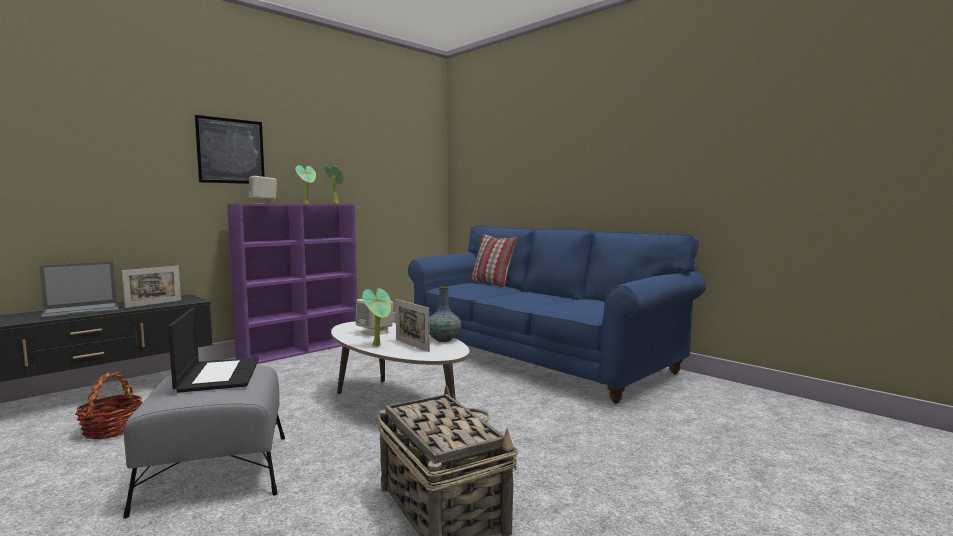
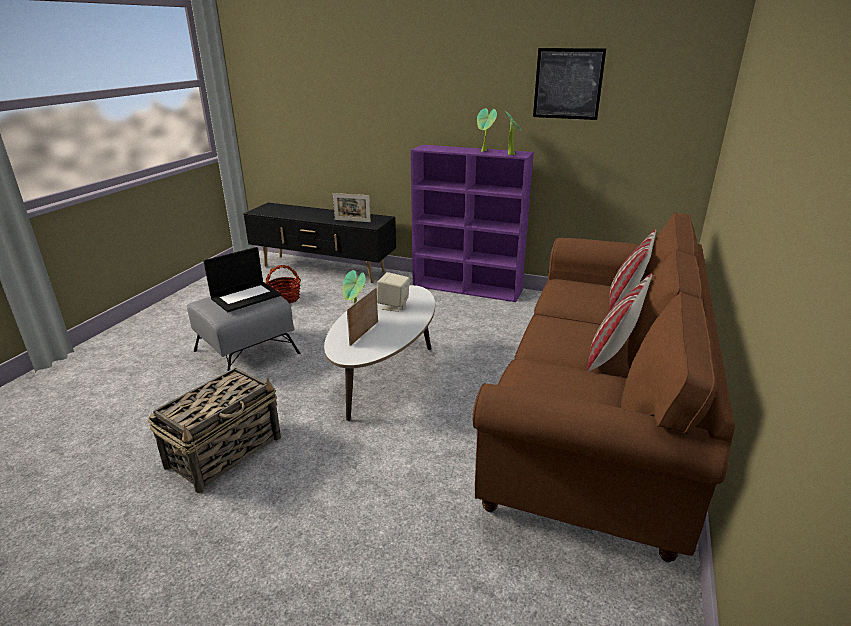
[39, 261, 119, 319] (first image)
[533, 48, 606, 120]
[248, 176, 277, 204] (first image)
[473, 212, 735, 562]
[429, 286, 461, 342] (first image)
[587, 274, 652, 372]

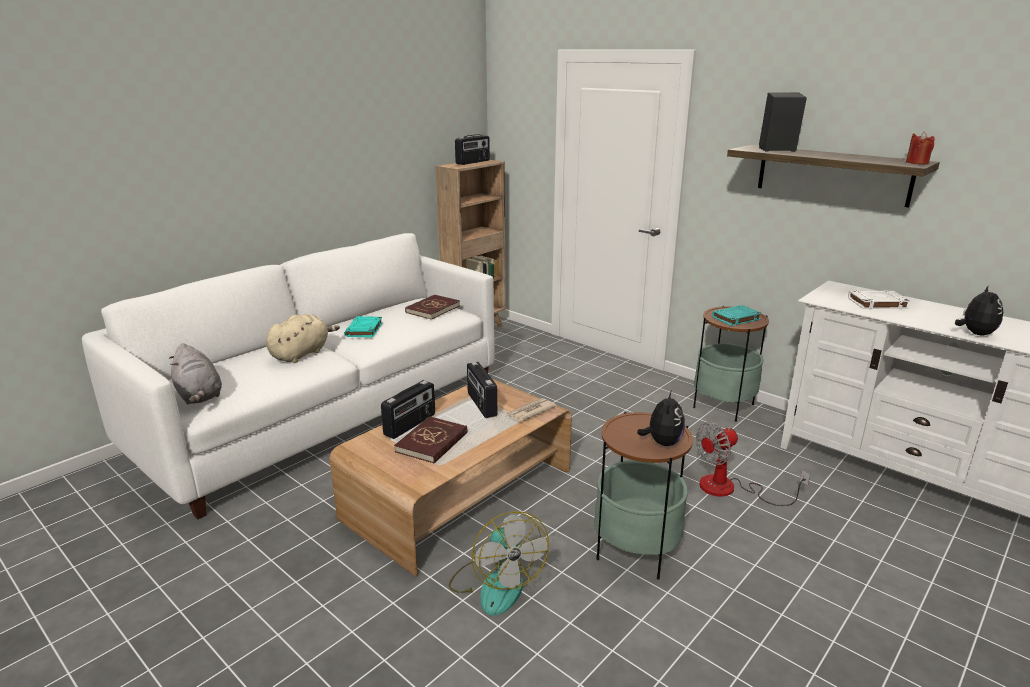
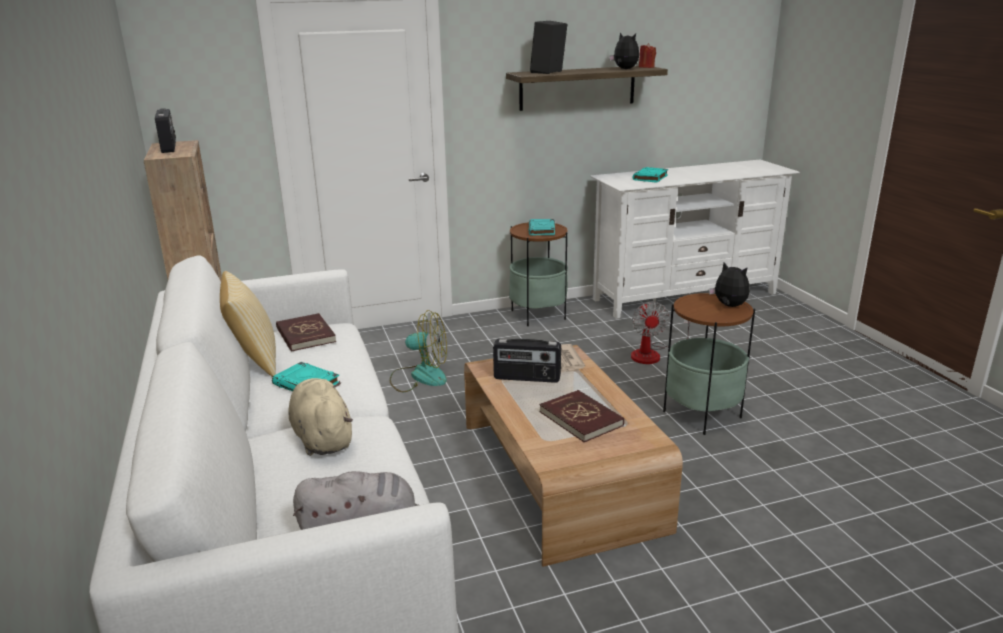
[381, 380, 435, 439] (first image)
[390, 310, 447, 392]
[633, 167, 668, 183]
[609, 33, 639, 69]
[220, 271, 276, 377]

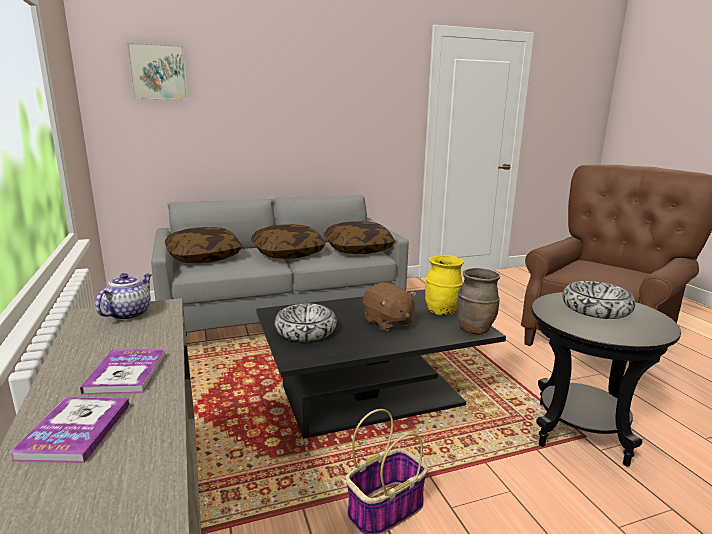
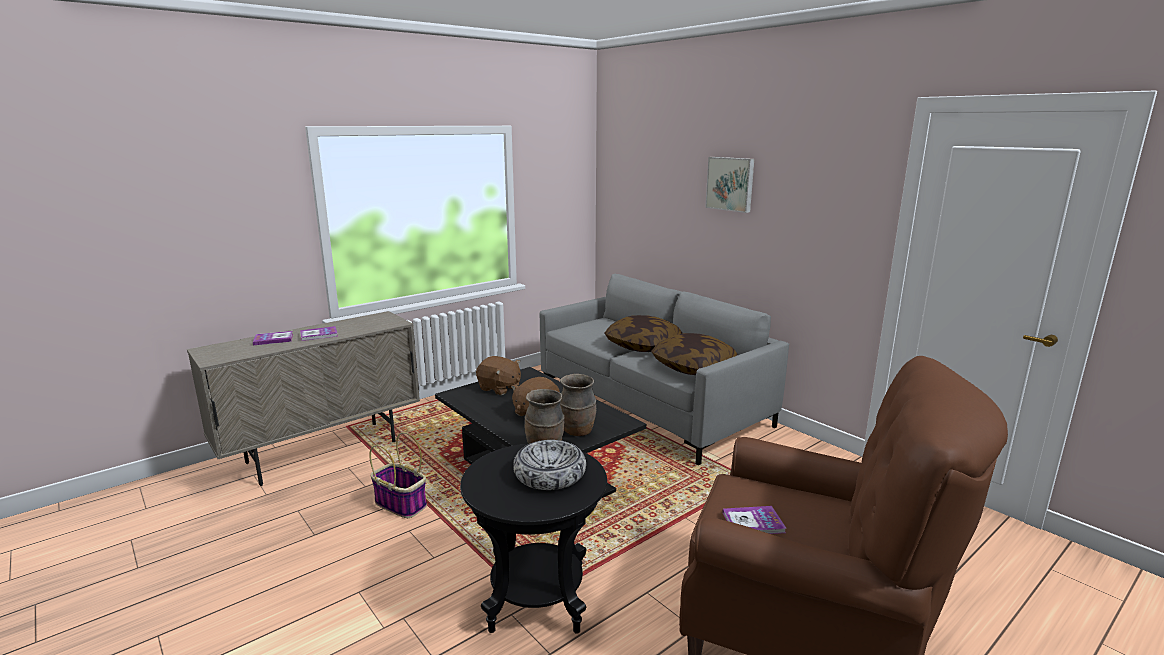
[95, 273, 152, 320] (first image)
[705, 157, 754, 213]
[165, 227, 242, 263] (first image)
[476, 356, 521, 395]
[560, 374, 596, 437]
[722, 506, 786, 534]

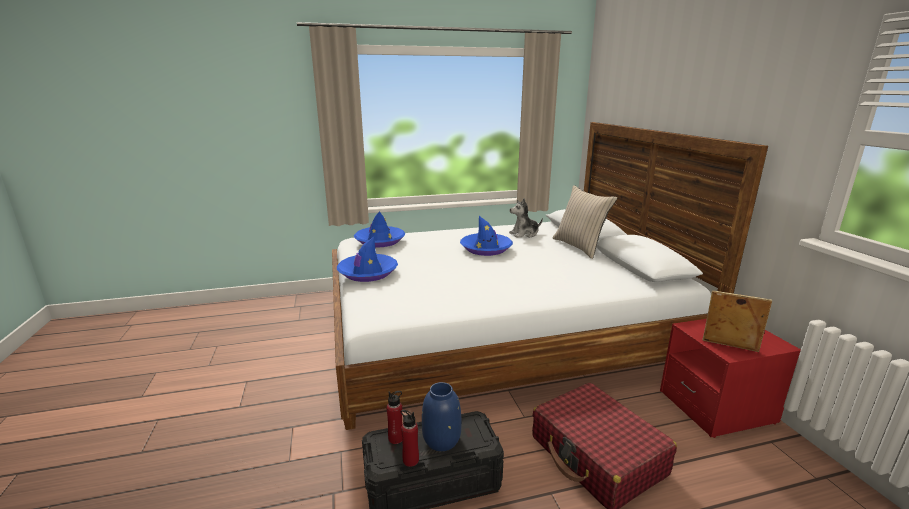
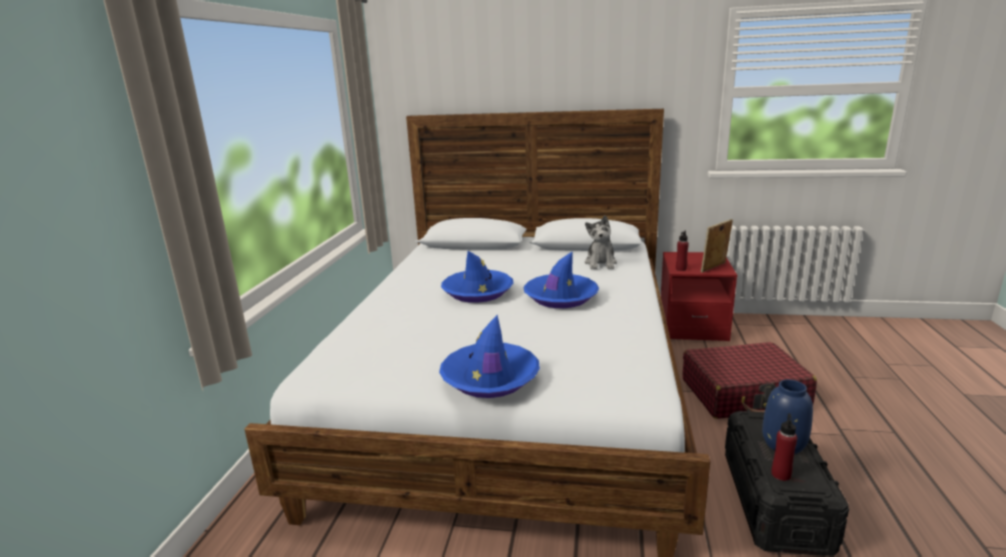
[523, 251, 599, 308]
[676, 231, 689, 271]
[585, 215, 617, 269]
[552, 185, 617, 259] (first image)

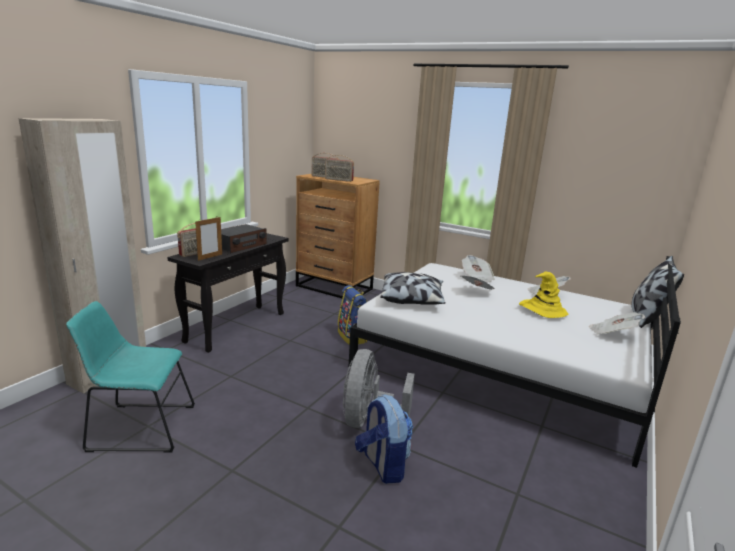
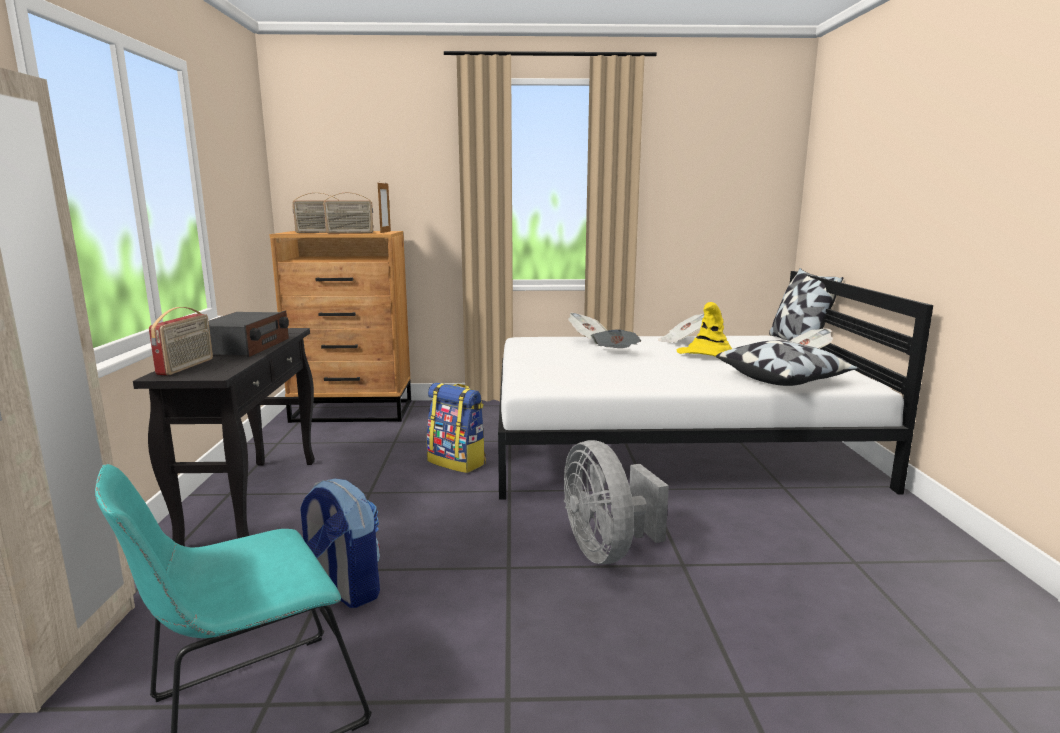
[378, 183, 391, 233]
[300, 479, 380, 608]
[716, 340, 859, 386]

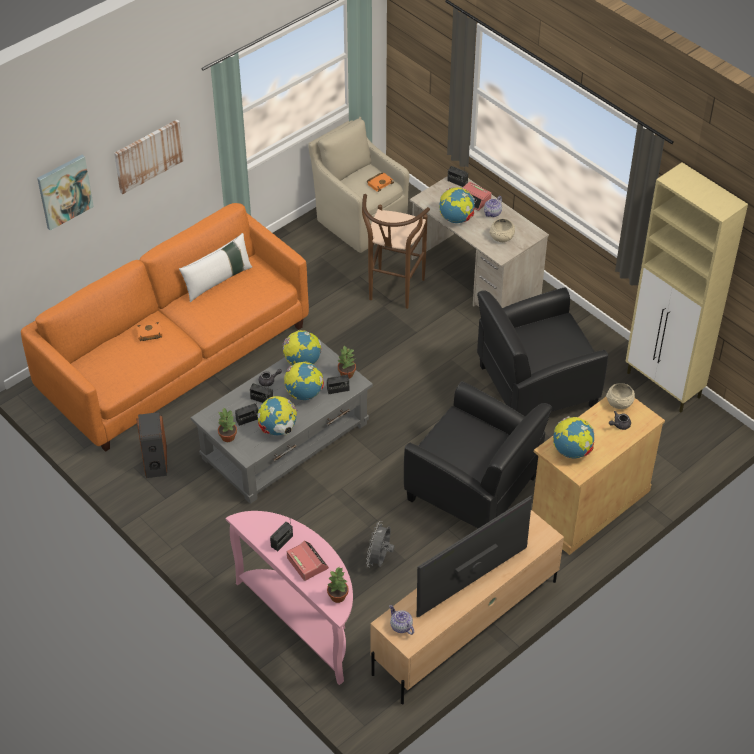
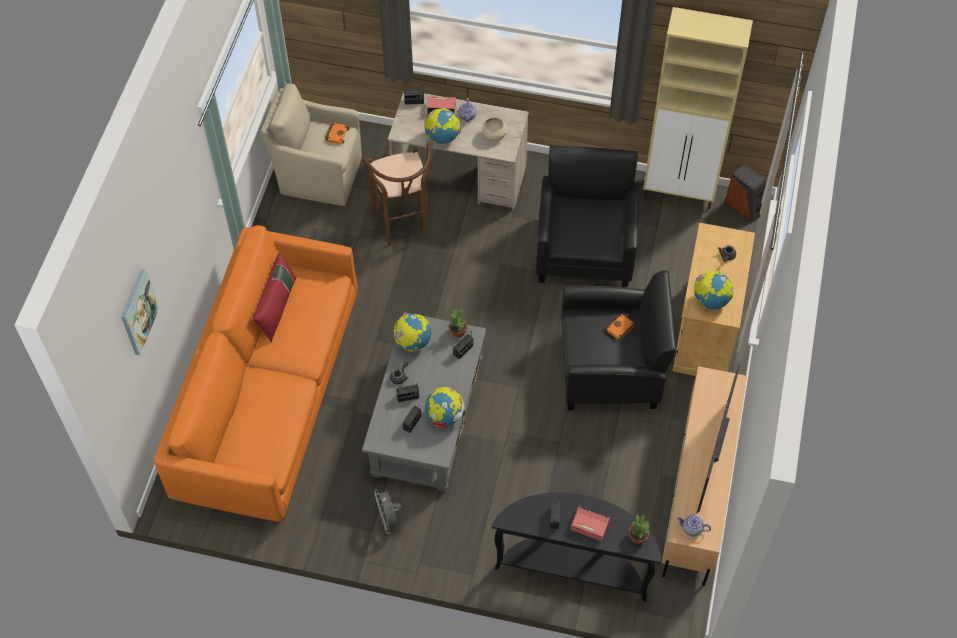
[114, 120, 184, 194] (first image)
[605, 314, 635, 340]
[725, 164, 766, 222]
[253, 253, 296, 342]
[218, 408, 237, 442] (first image)
[492, 492, 661, 602]
[284, 362, 324, 400] (first image)
[374, 489, 401, 534]
[536, 145, 639, 287]
[606, 383, 635, 409] (first image)

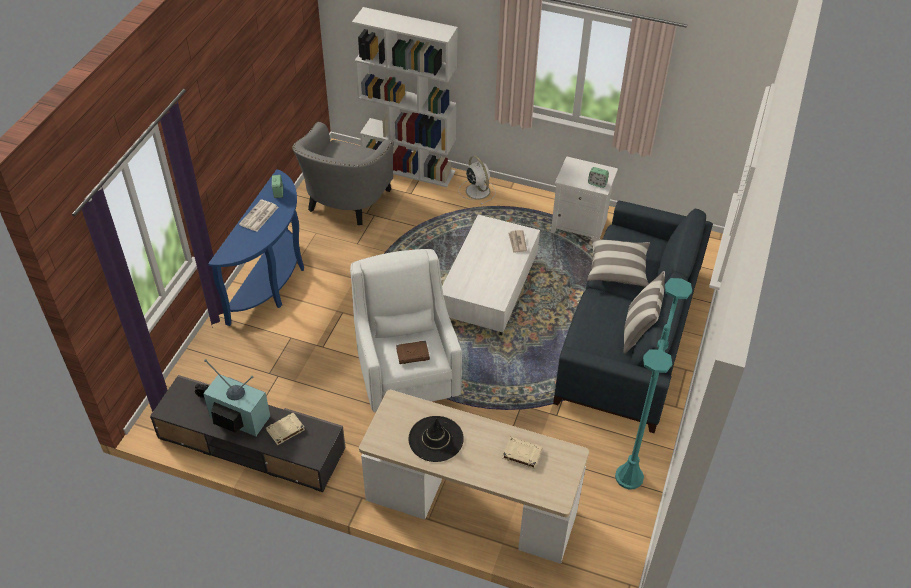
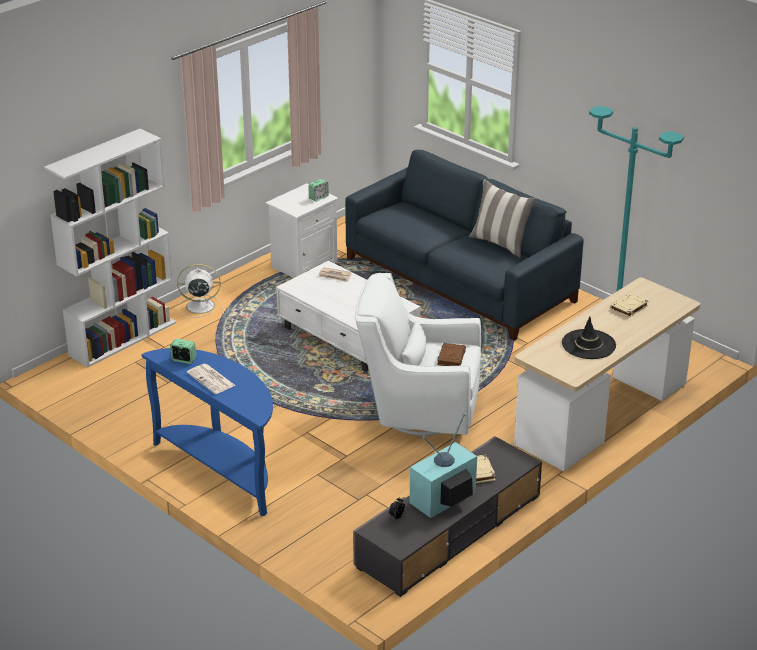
[292, 122, 394, 225] (first image)
[587, 236, 650, 287] (first image)

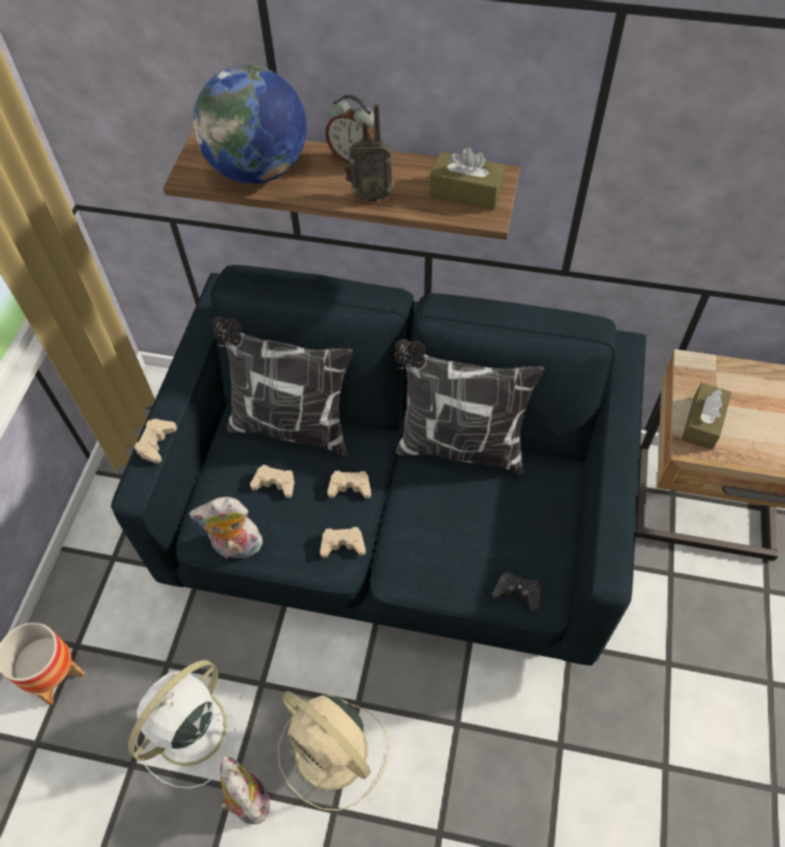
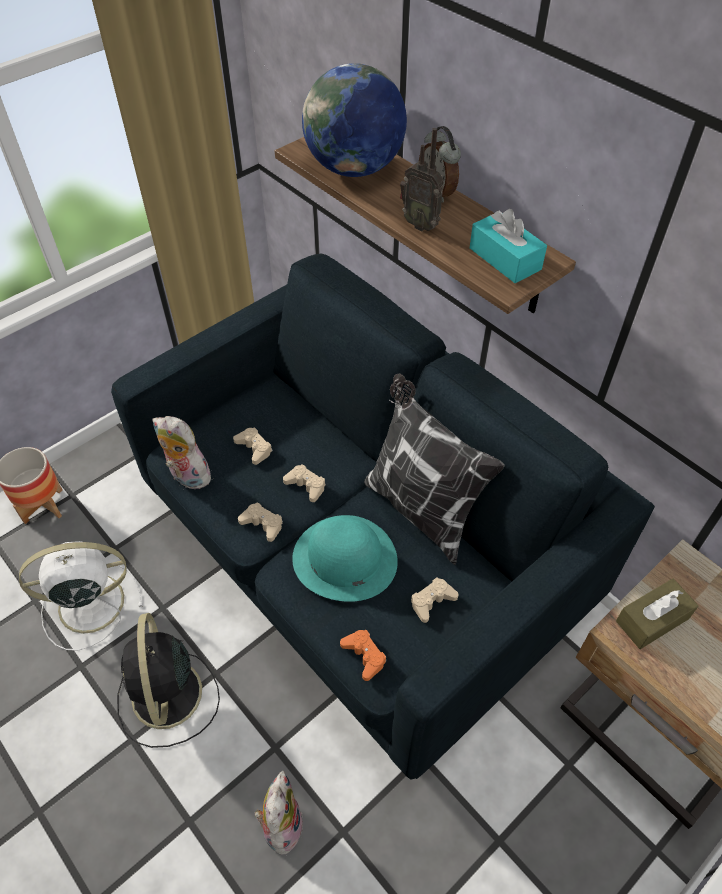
[411, 578, 459, 623]
[213, 317, 353, 457] (first image)
[255, 771, 303, 859]
[117, 613, 220, 748]
[470, 209, 547, 283]
[340, 630, 387, 681]
[292, 515, 398, 602]

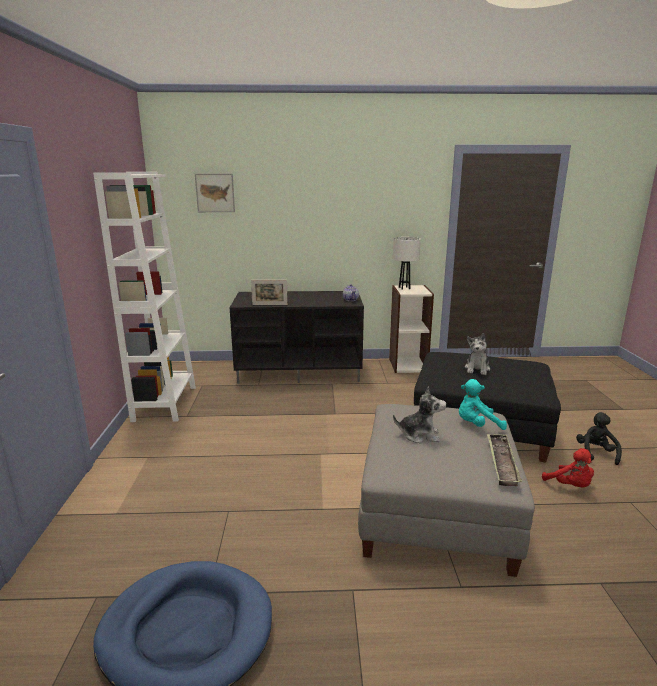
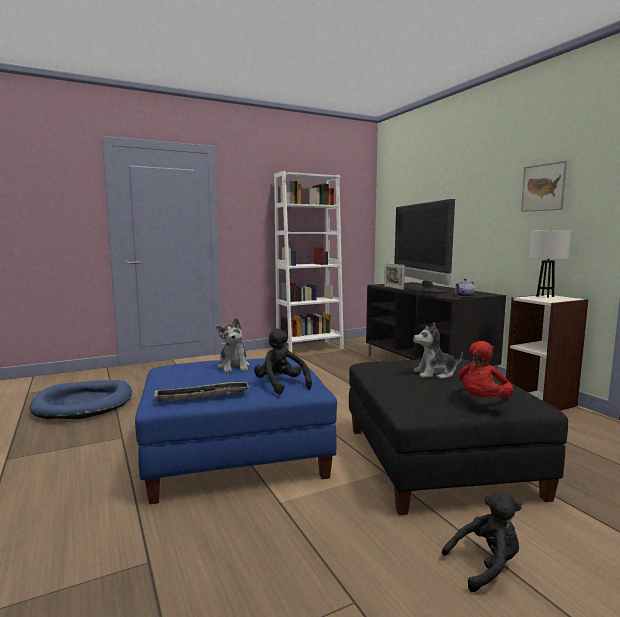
[521, 161, 567, 212]
[135, 357, 337, 504]
[254, 328, 312, 394]
[459, 341, 514, 398]
[394, 199, 455, 293]

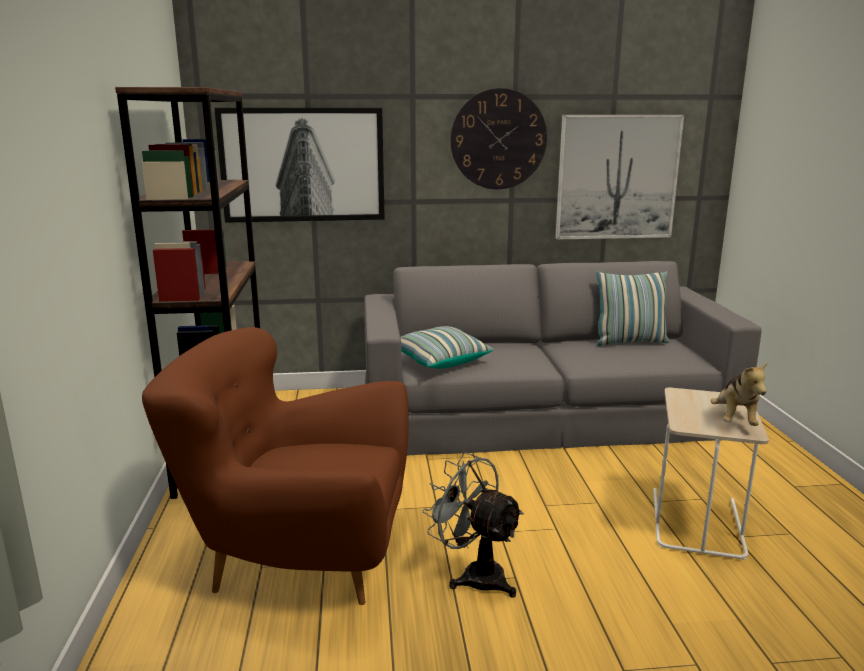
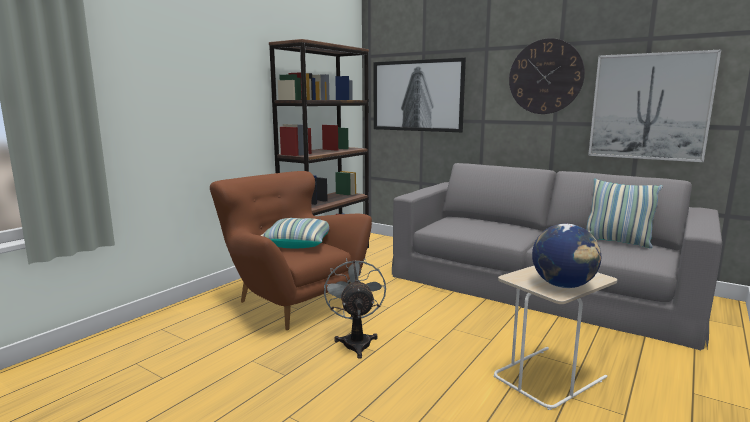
[260, 218, 329, 248]
[532, 224, 601, 288]

